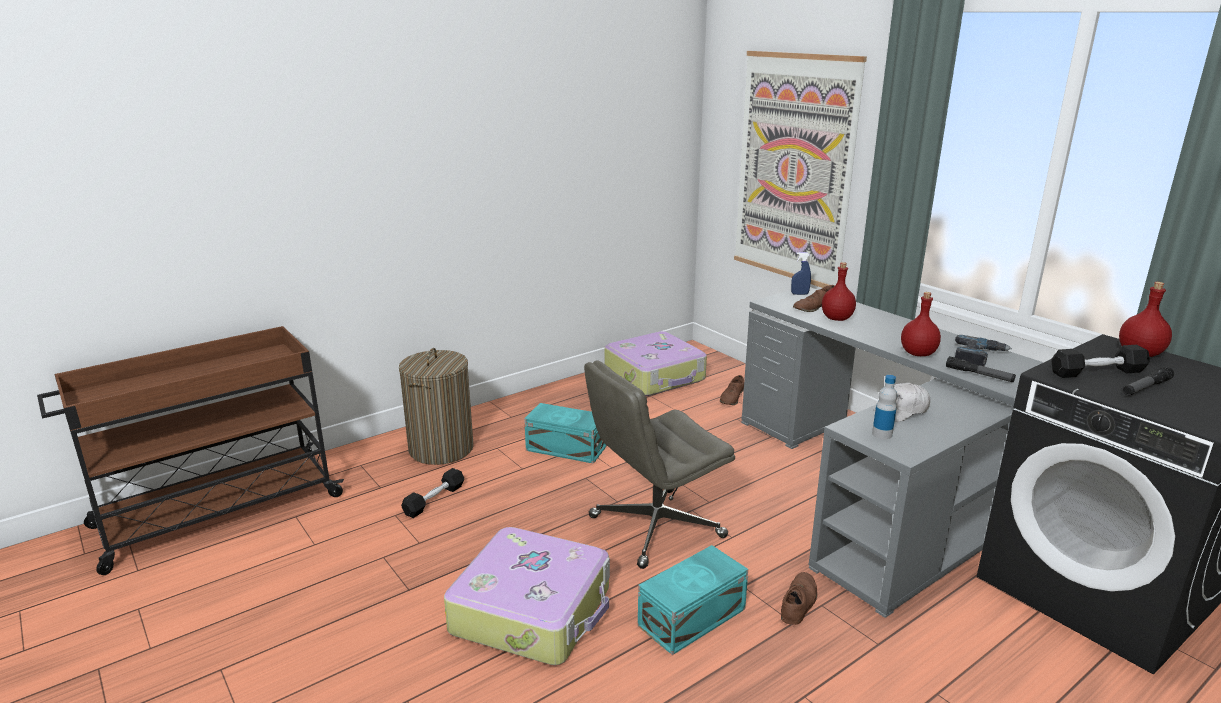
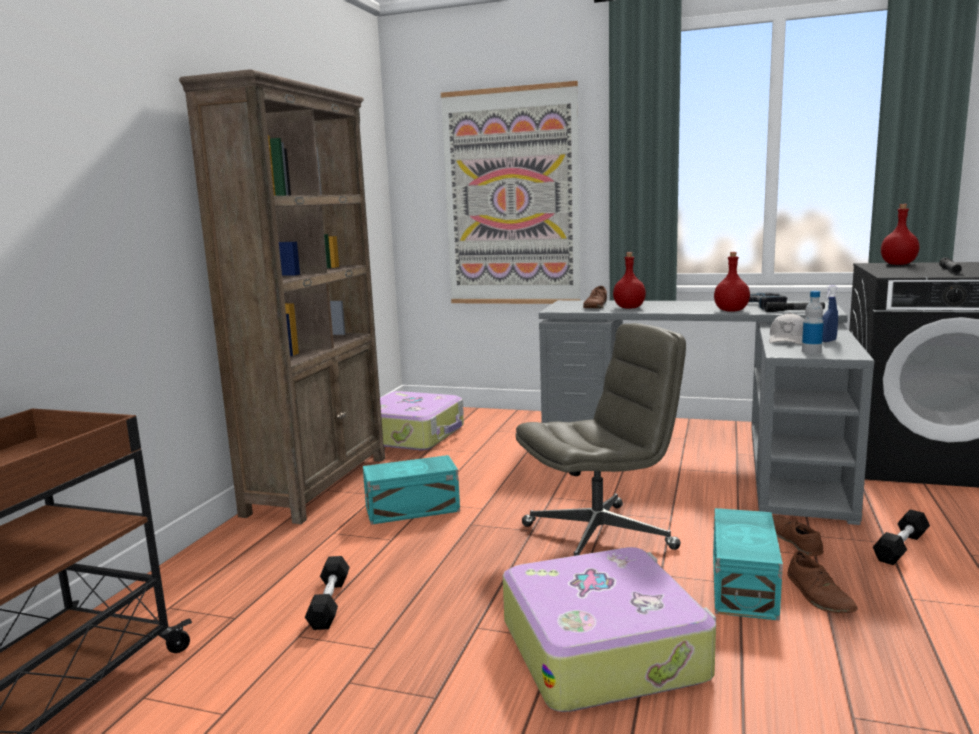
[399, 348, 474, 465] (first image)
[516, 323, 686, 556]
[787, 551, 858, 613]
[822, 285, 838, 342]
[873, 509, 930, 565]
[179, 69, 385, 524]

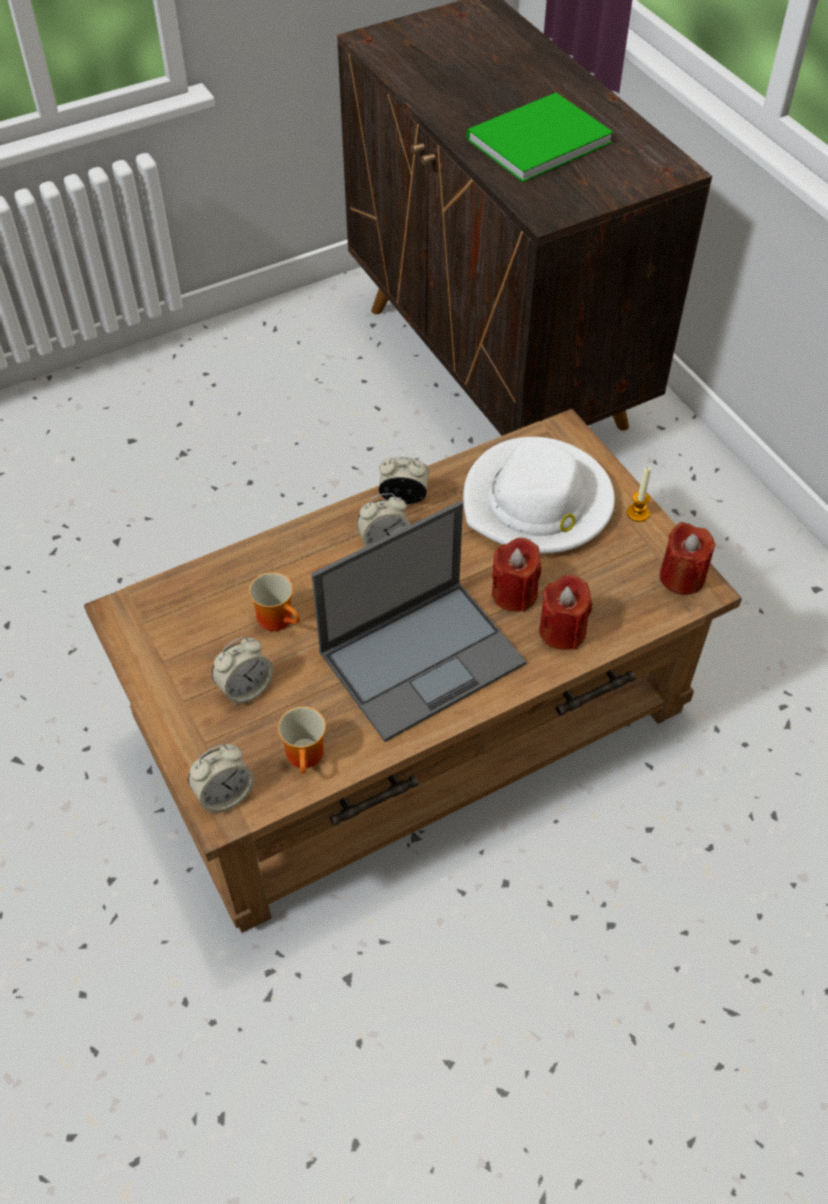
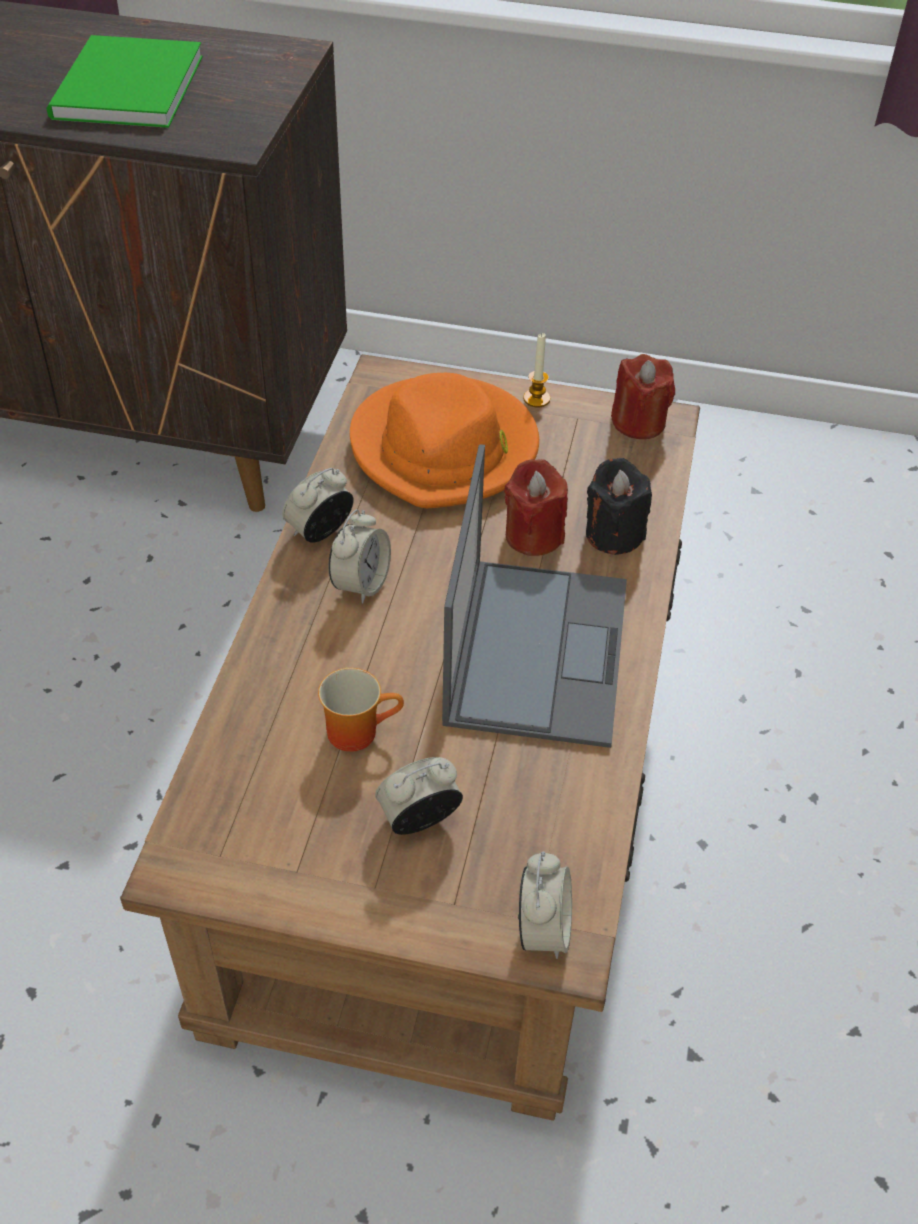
[375, 757, 463, 835]
[278, 706, 326, 774] (first image)
[350, 373, 539, 508]
[586, 458, 652, 555]

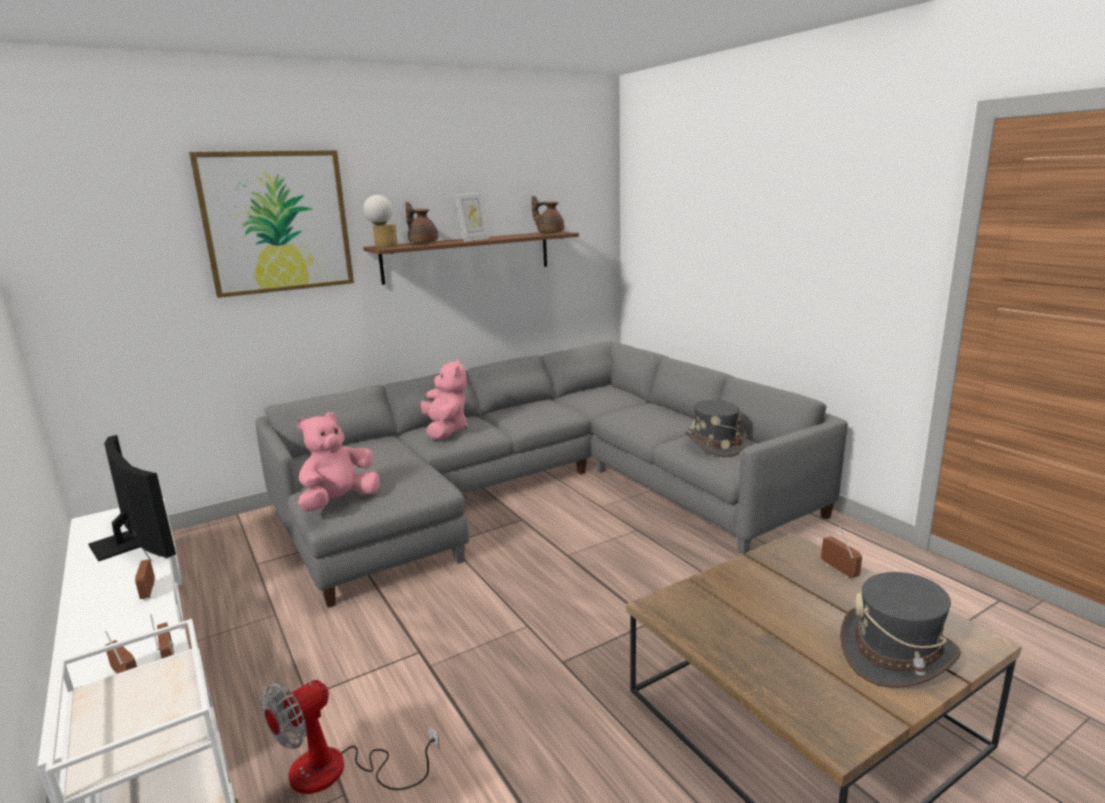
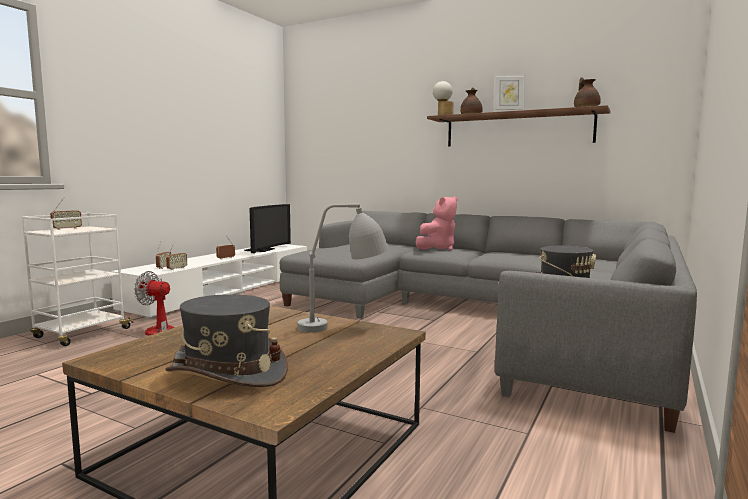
[189, 150, 354, 298] (first image)
[297, 412, 380, 512] (first image)
[50, 197, 82, 230]
[298, 204, 389, 332]

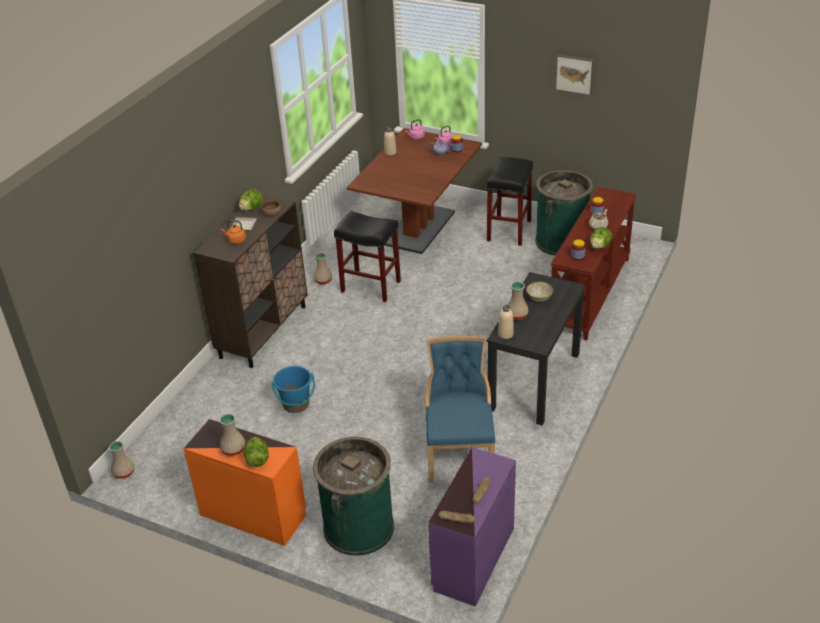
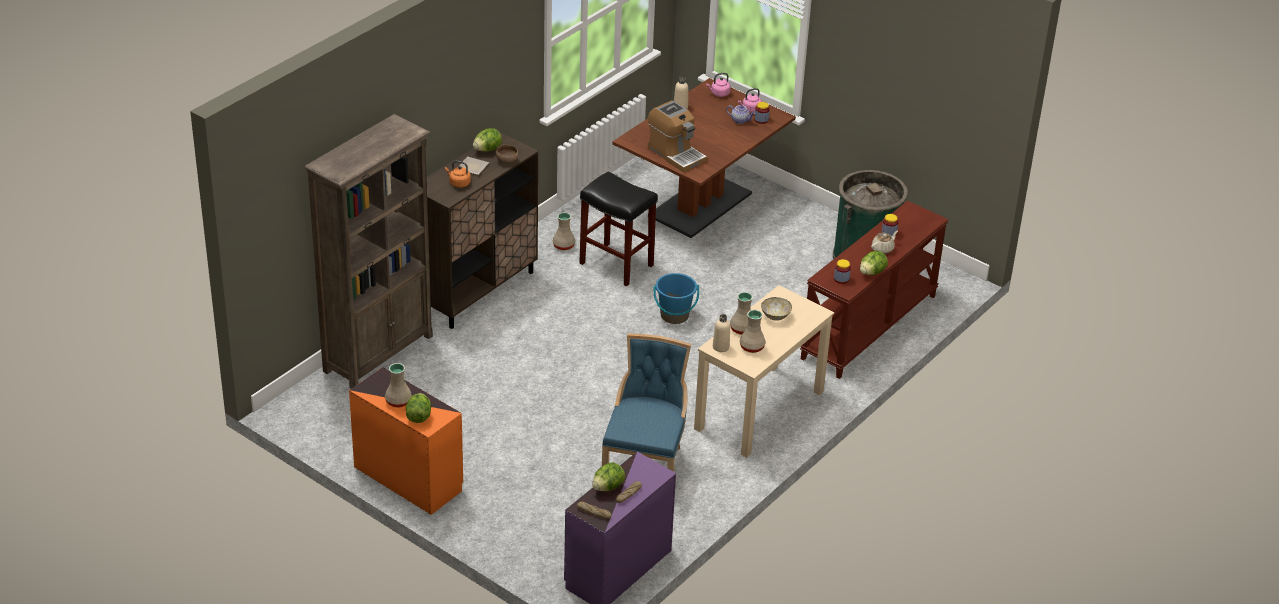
[740, 310, 766, 353]
[653, 273, 699, 324]
[313, 437, 394, 556] (first image)
[486, 157, 533, 246] (first image)
[694, 285, 834, 458]
[555, 54, 594, 95] (first image)
[305, 114, 433, 388]
[592, 463, 625, 491]
[648, 101, 707, 172]

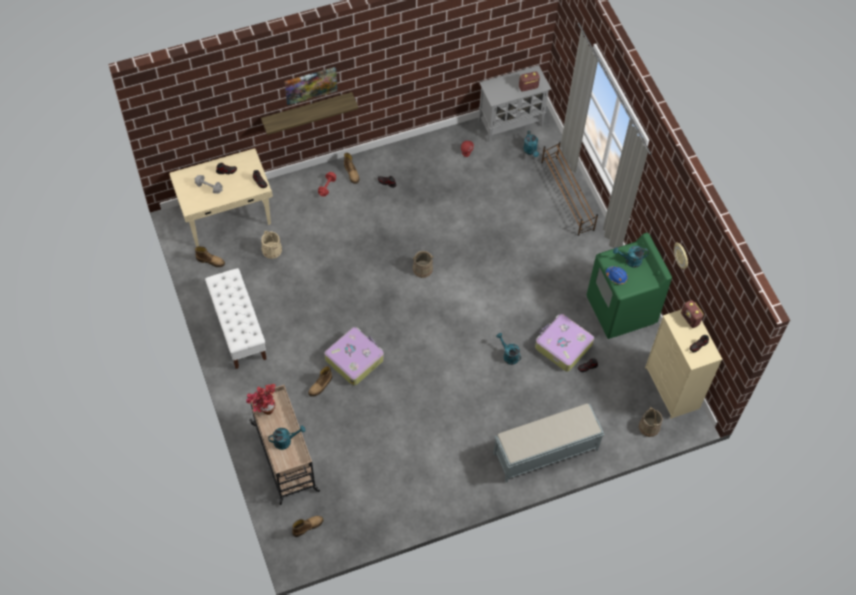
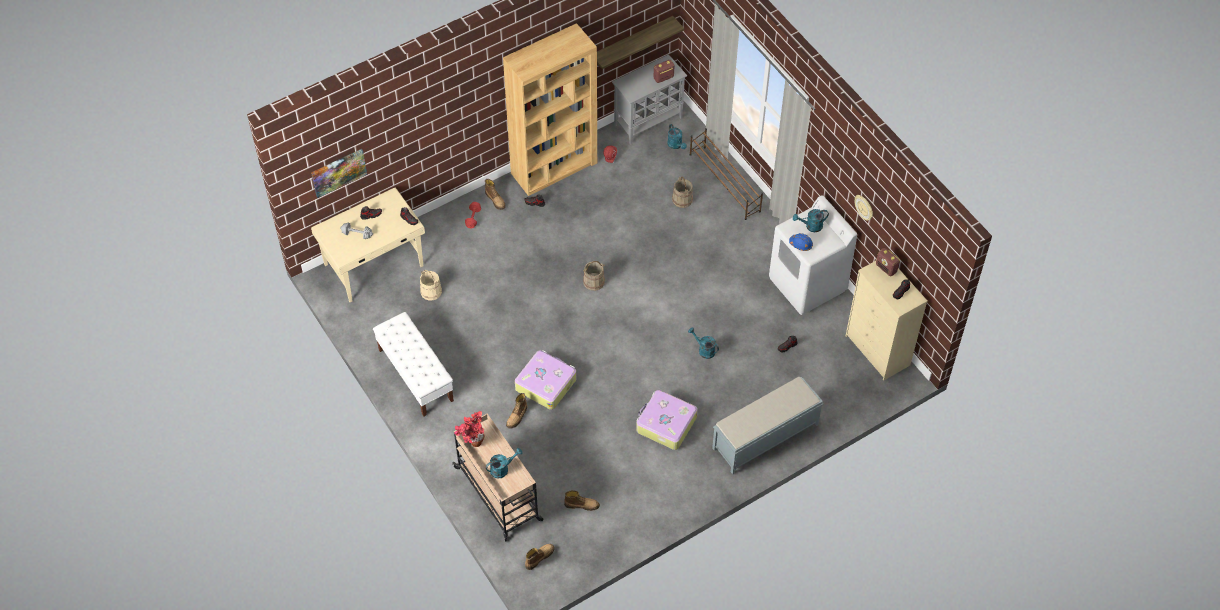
[564, 490, 600, 511]
[597, 16, 684, 69]
[311, 149, 367, 198]
[636, 390, 698, 450]
[769, 195, 857, 315]
[672, 176, 693, 208]
[503, 23, 597, 196]

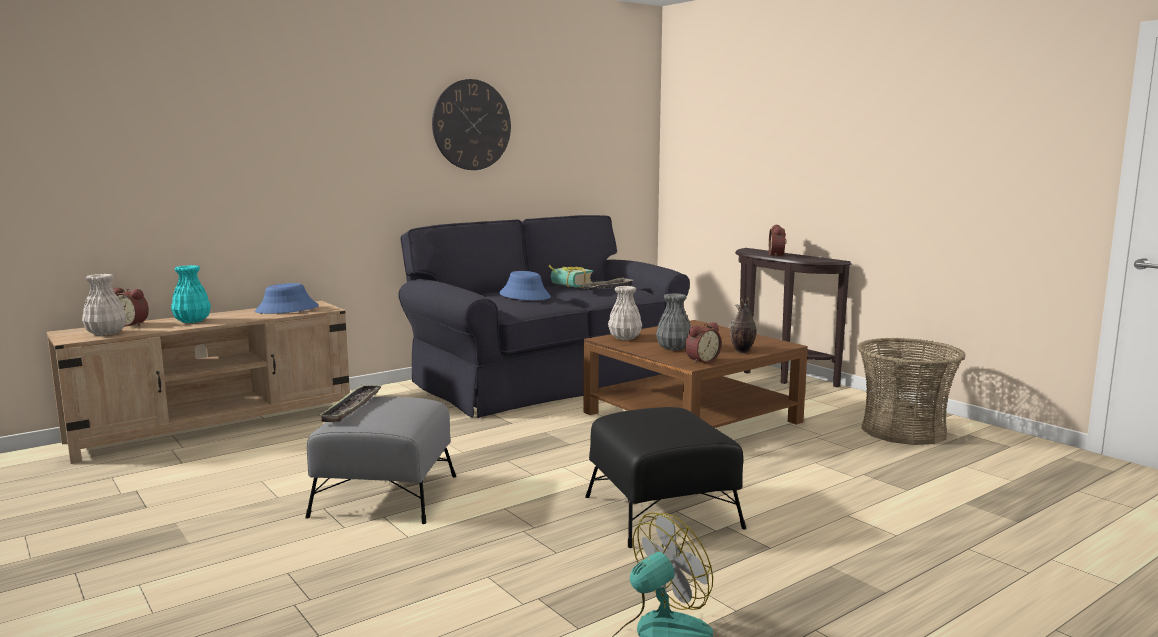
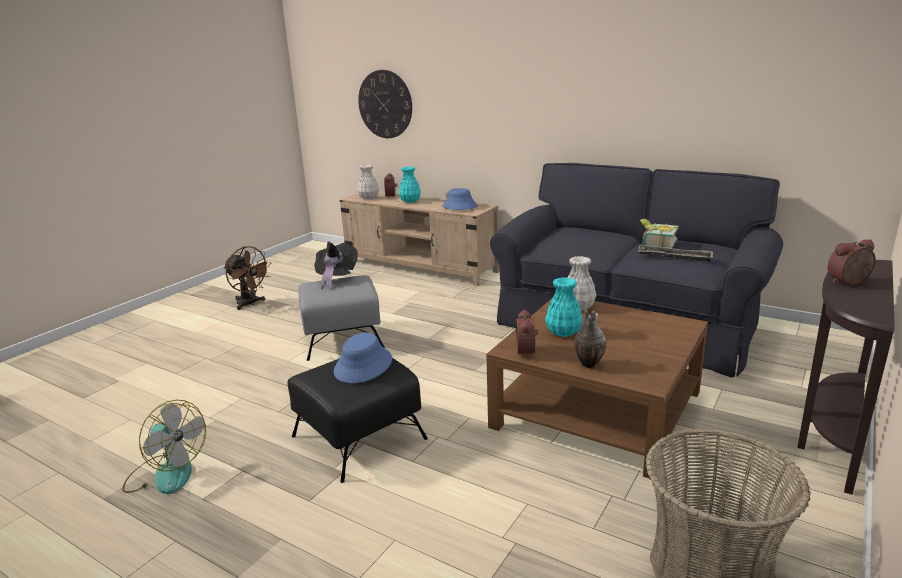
[314, 242, 358, 290]
[358, 70, 412, 138]
[334, 333, 392, 383]
[545, 277, 583, 337]
[516, 310, 538, 358]
[224, 246, 271, 310]

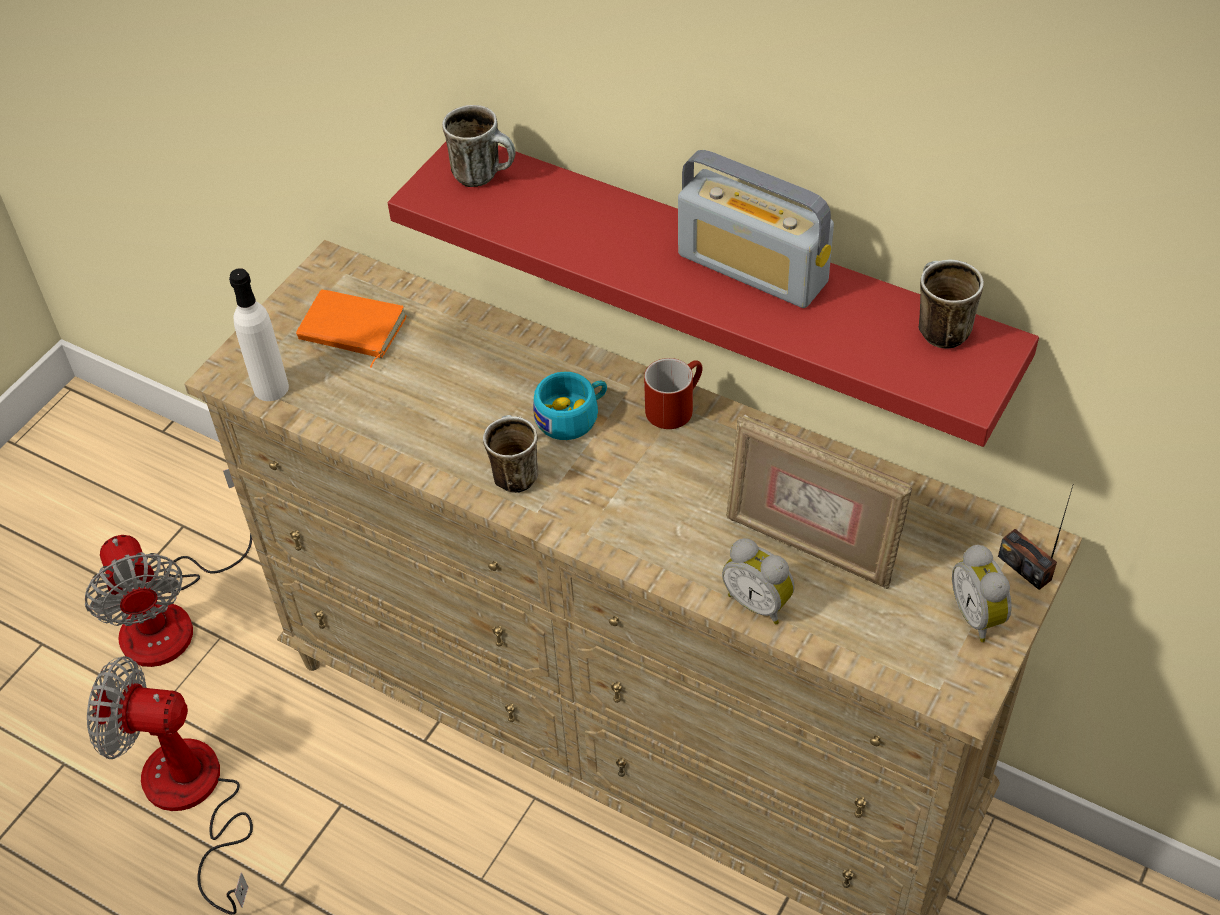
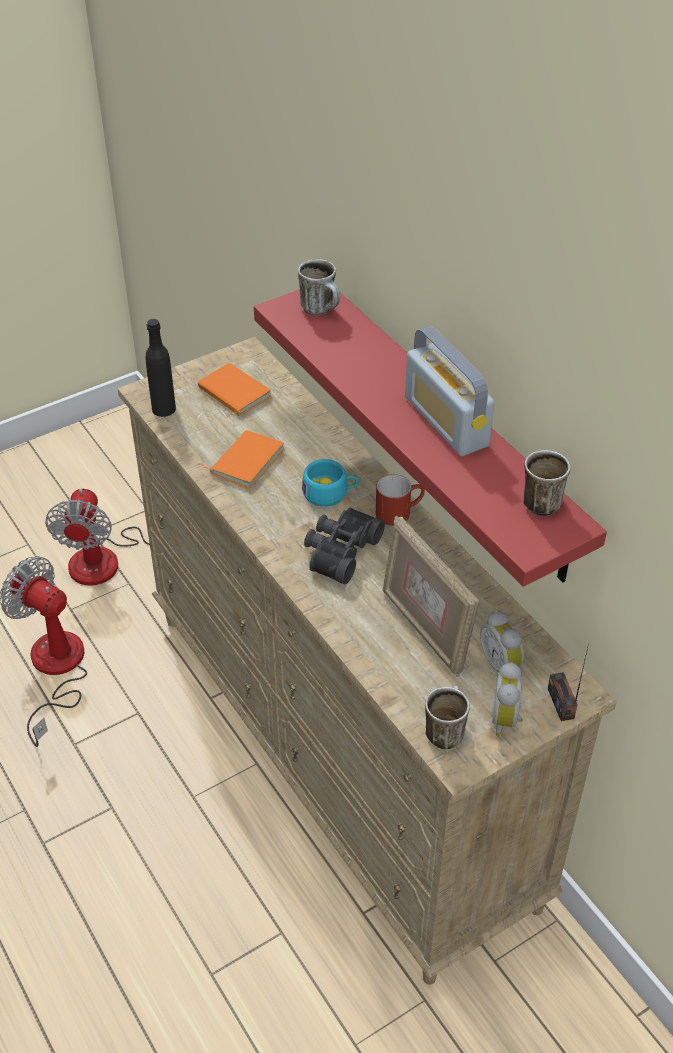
[146, 319, 176, 417]
[425, 685, 470, 749]
[480, 610, 524, 672]
[198, 430, 284, 489]
[304, 508, 385, 585]

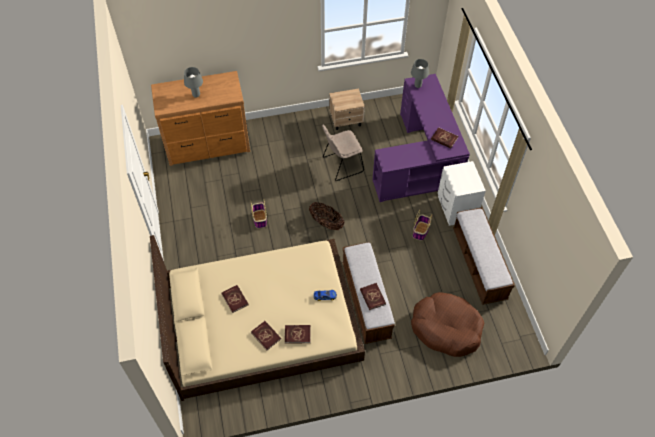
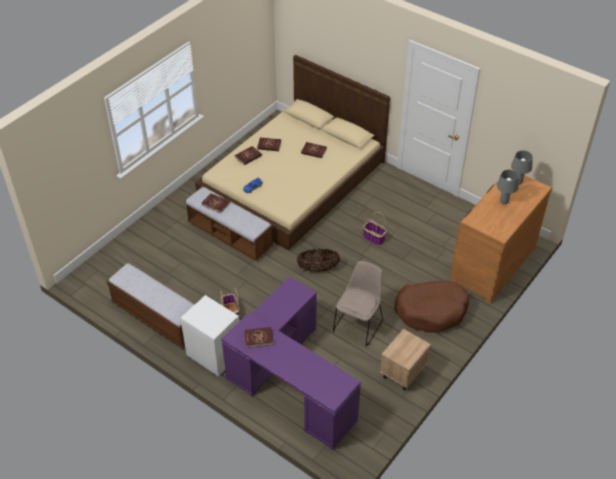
[511, 150, 533, 185]
[394, 281, 470, 332]

